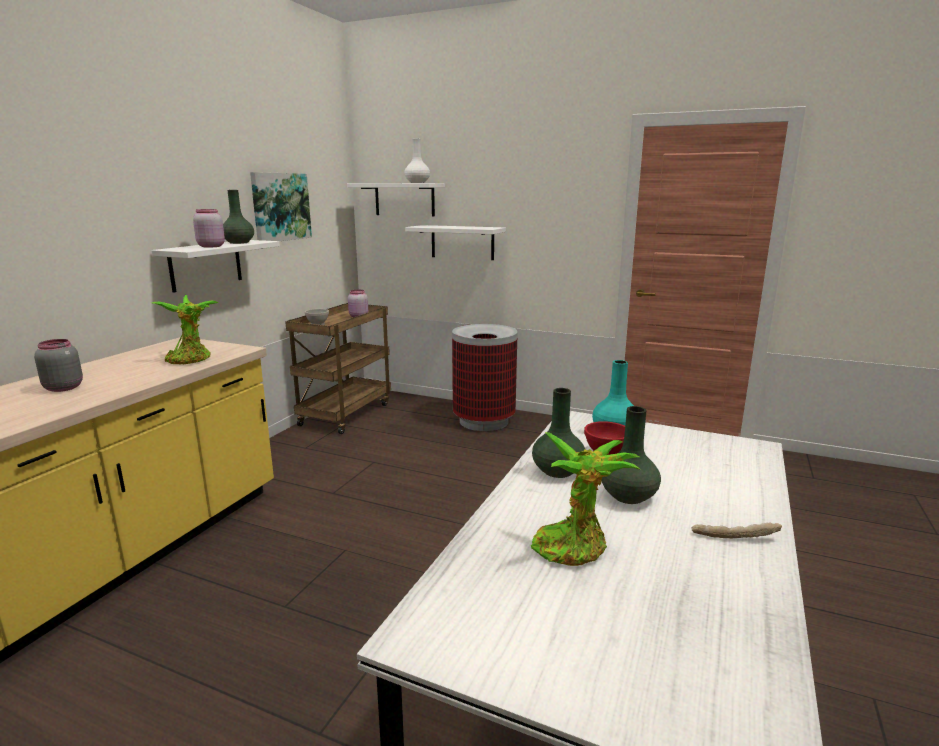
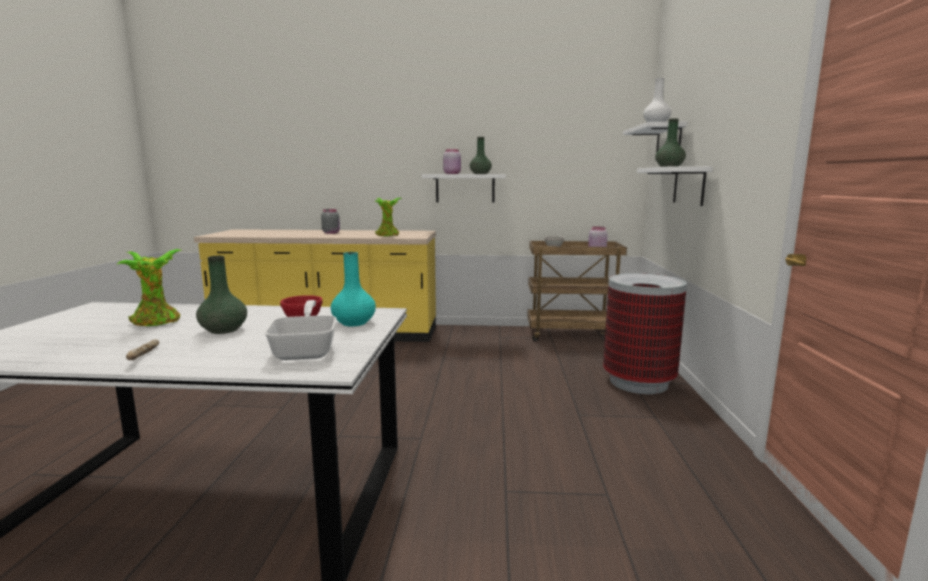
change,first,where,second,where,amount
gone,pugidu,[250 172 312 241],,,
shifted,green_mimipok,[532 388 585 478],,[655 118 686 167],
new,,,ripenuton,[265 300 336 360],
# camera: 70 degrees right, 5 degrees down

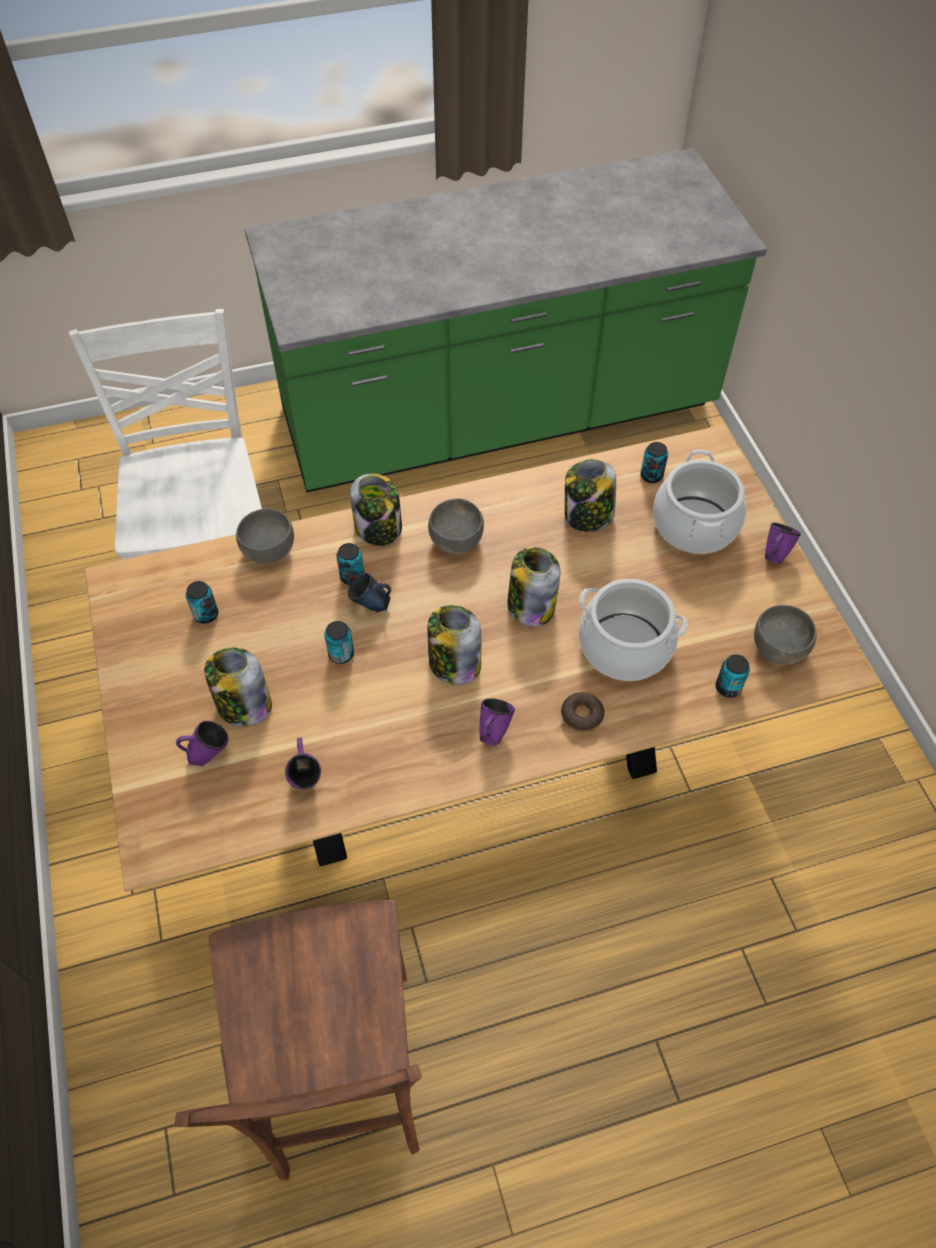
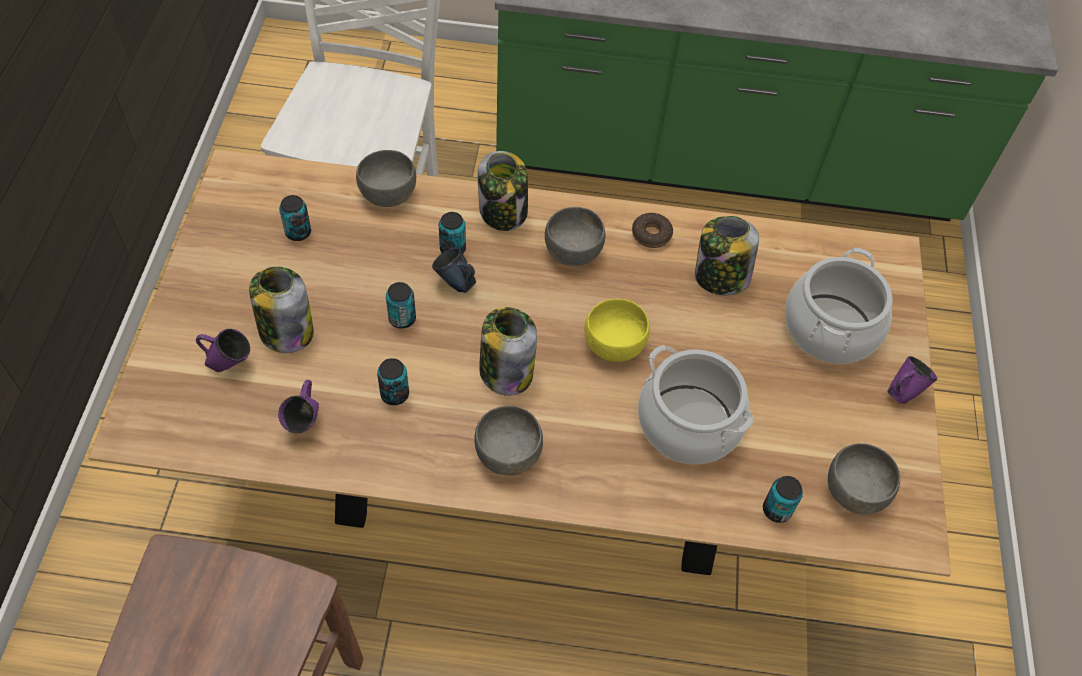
change,first,where,second,where,amount
shifted,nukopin,[640 442 668 483],,[377 358 409 405],
swapped,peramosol,[507 547 560 627],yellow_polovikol,[584 299 650 362],
shifted,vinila,[561 692 604 732],,[632 213 673 248],
swapped,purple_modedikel,[479 698 515 746],grey_polovikol,[474 406 543 476],
# camera: 20 degrees right, 0 degrees up

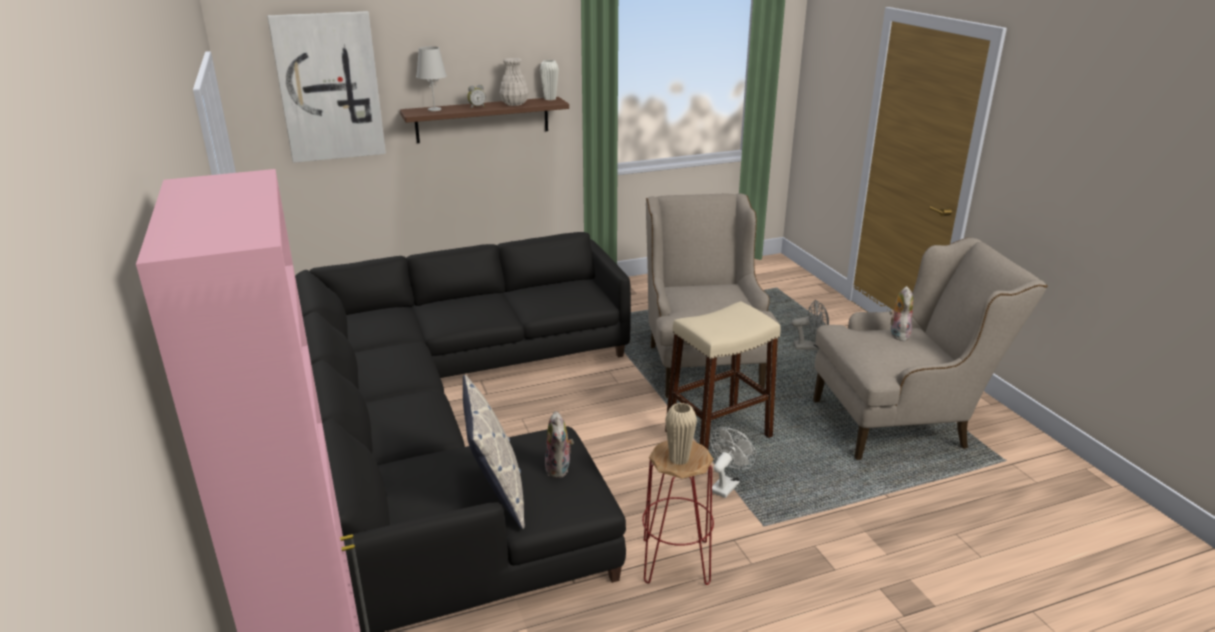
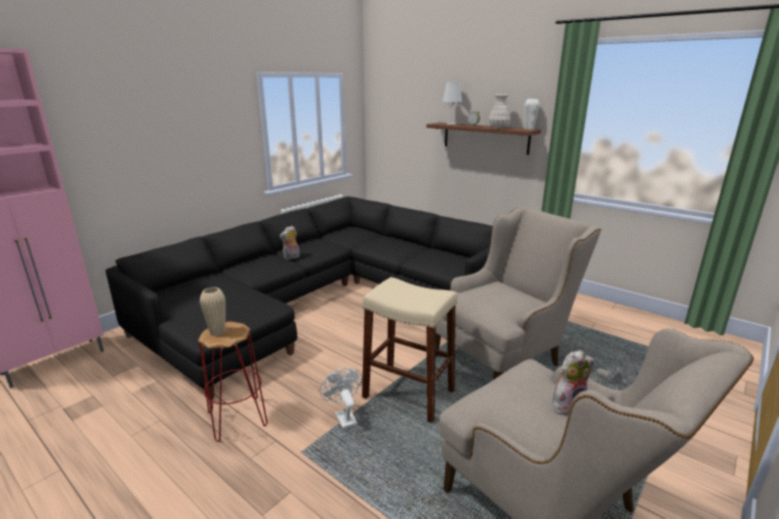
change,first,where,second,where,amount
gone,pugidu,[267 11 386 163],,,
gone,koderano,[463 375 525 529],,,
shifted,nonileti,[545 411 574 478],,[279 226 300 260],
rotated,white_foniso,[710 427 757 498],,[320 368 362 430],120 degrees counterclockwise
# camera: 60 degrees right, 5 degrees down

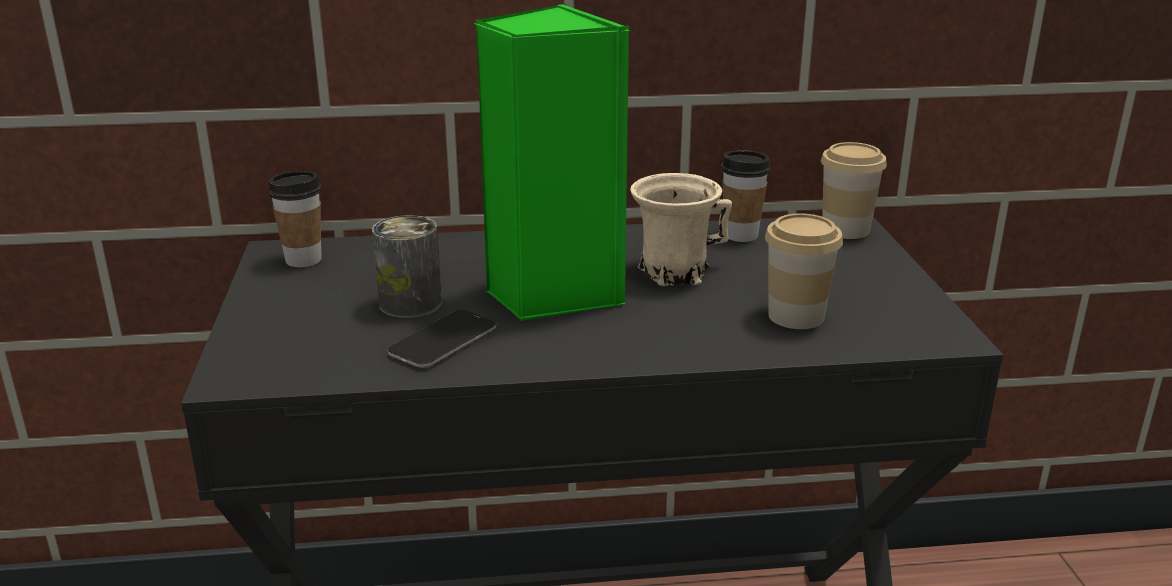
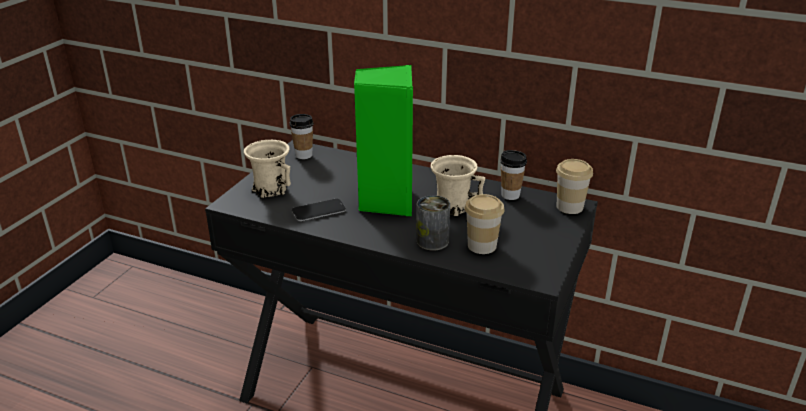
change,first,where,second,where,amount
shifted,nukopin,[372 215 442 318],,[416 195 450 251],
new,,,beige_modedikel,[244 140 291 198],
# camera: 30 degrees right, 5 degrees up

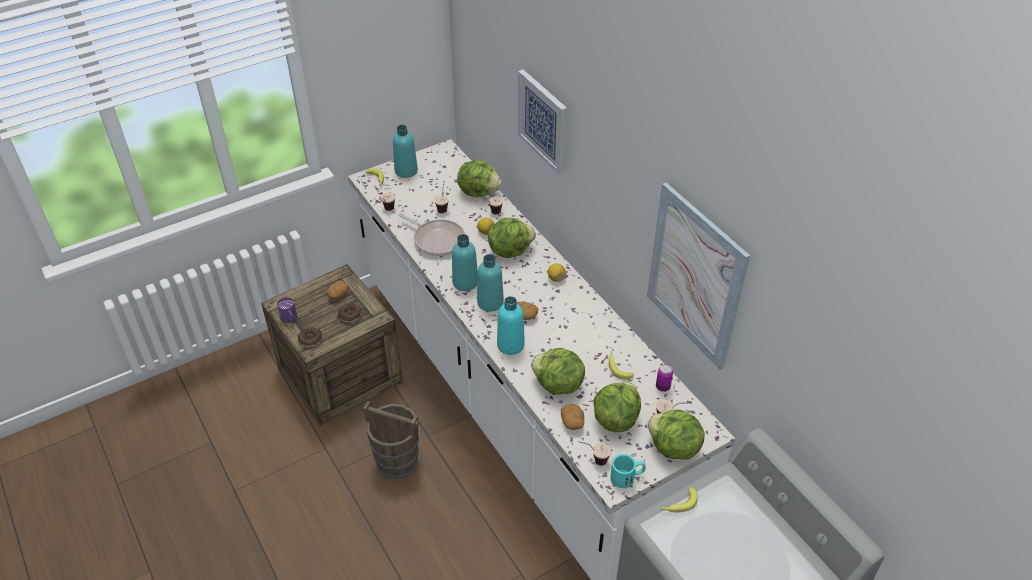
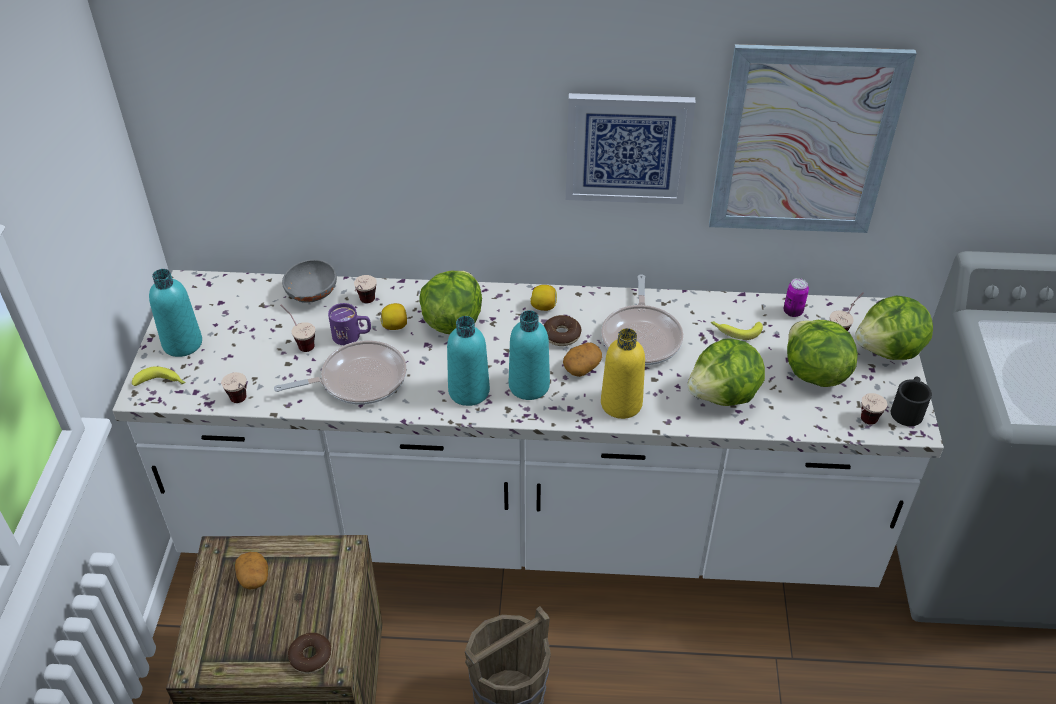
change,first,where,second,where,amount
shifted,pugidu,[518 69 567 175],,[566 93 696 204],
swapped,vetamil,[457 160 502 197],grey_polovikol,[282 260 337 303],
repainted,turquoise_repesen,[497 296 525 355],yellow_repesen,[601 328 645 419],
shifted,purple_modedikel,[277 297 297 323],,[328 303 371 345],
shifted,vinila,[338 303 362 322],,[543 315 581 346],
gone,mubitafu,[561 404 584 430],,,
repainted,turquoise_modedikel,[610 454 646 488],black_modedikel,[891 376 932 426],
gone,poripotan,[661 487 698 512],,,
new,,,ripenuton,[601 274 683 365],
# camera: 55 degrees left, 0 degrees up

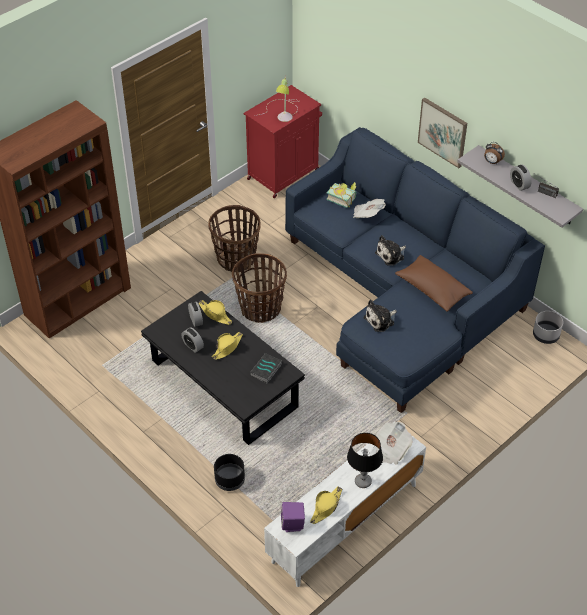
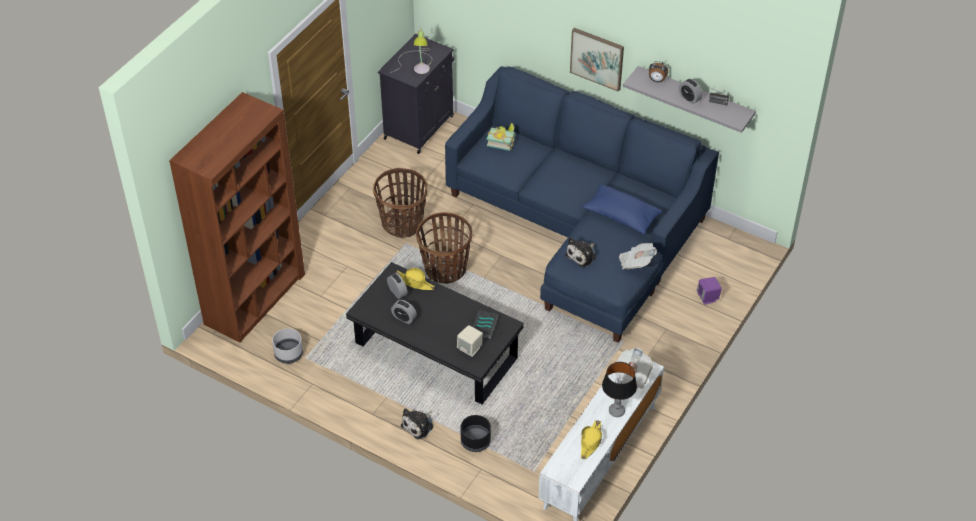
change,first,where,second,where,amount
repainted,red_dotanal,[244 85 322 198],black_dotanal,[378 34 455 154],
shifted,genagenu,[353 199 386 218],,[619 243 657 269],
shifted,nonileti,[375 235 406 266],,[401 408 433 439],
repainted,brown_koderano,[395 255 473 311],blue_koderano,[582 184 663 234],
shifted,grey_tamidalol,[533 311 563 344],,[272 328 303 364],
gone,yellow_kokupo,[212 332 243 360],,,
shifted,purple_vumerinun,[281 502 305 532],,[696 277 722 305],
new,,,beige_vumerinun,[457 325 483 357],
# camera: 15 degrees left, 0 degrees up

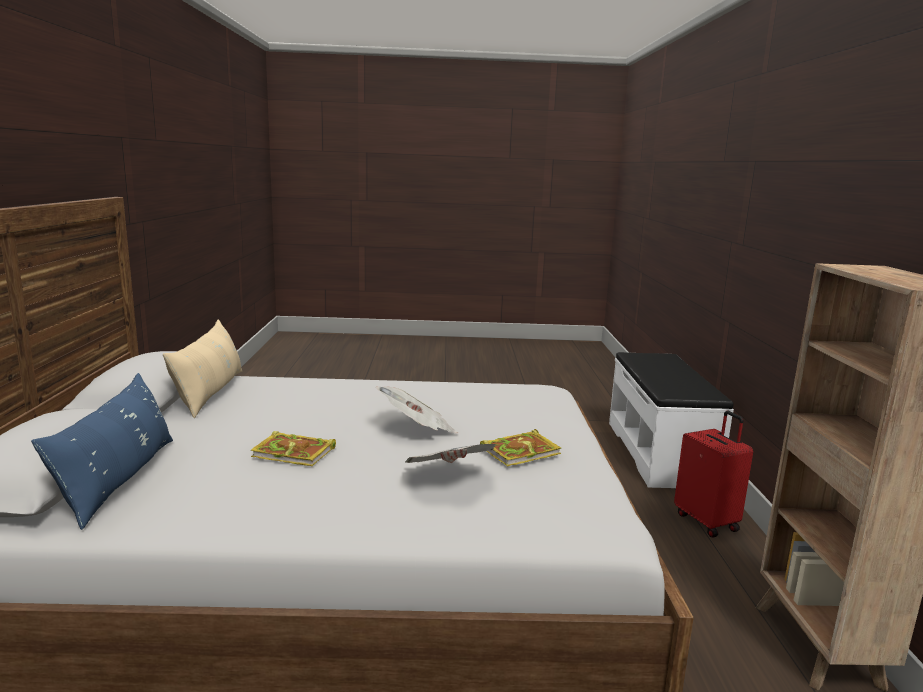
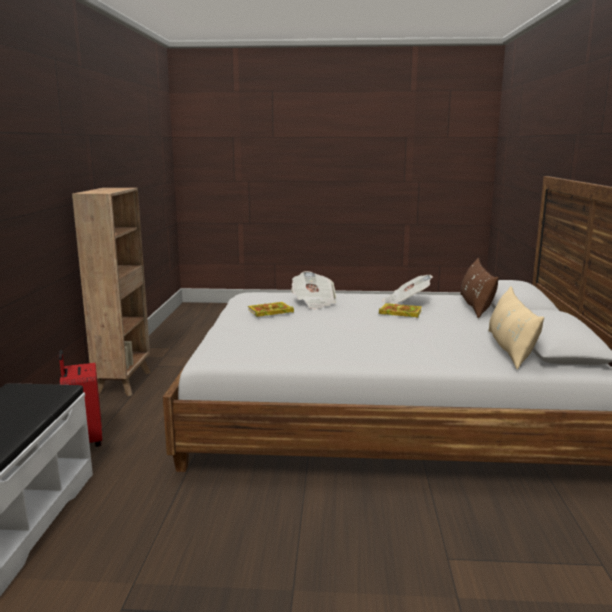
change,first,where,second,where,amount
repainted,blue_koderano,[31 373 173 530],brown_koderano,[461 258 499 319],
shifted,genagenu,[376 386 458 433],,[382 275 433 304],
# camera: 175 degrees left, 0 degrees up

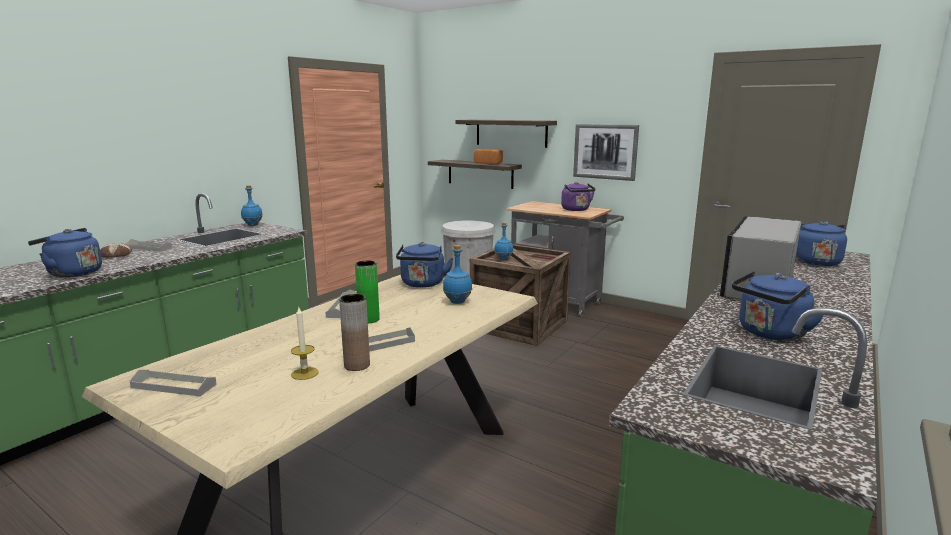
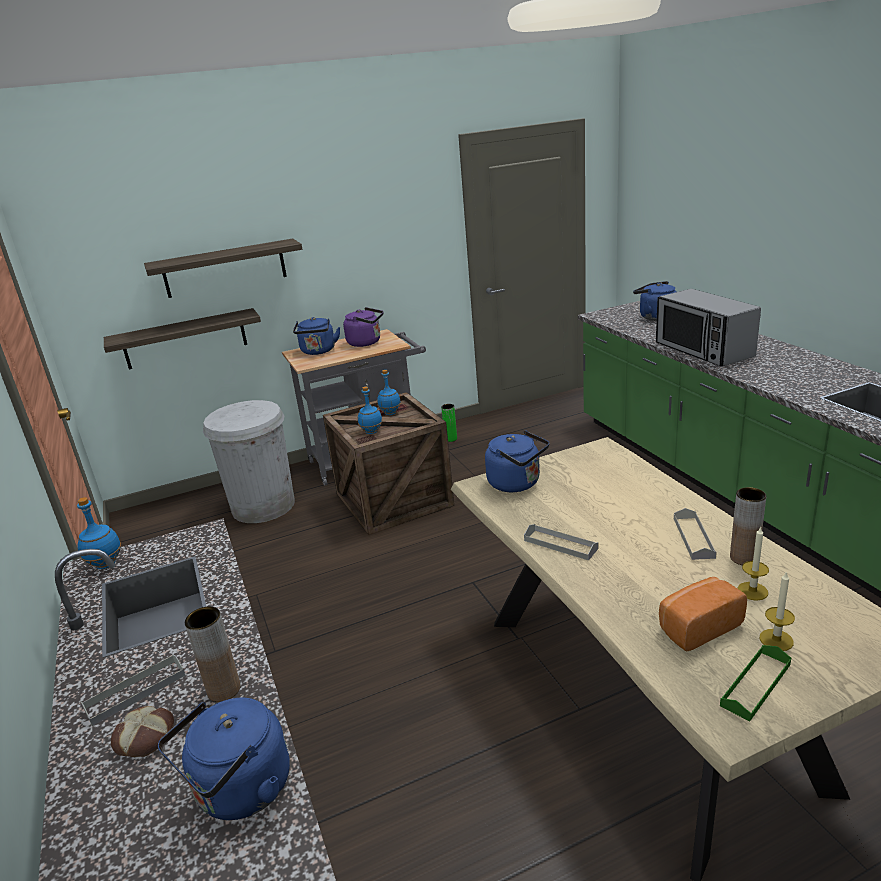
change,first,where,second,where,amount
gone,pugidu,[573 124 639 181],,,
shifted,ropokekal,[474 149 503 164],,[659 577 747 652],
shifted,blue_repesen,[443 245 472 304],,[377 370 401 415],
shifted,green_mimipok,[355 260 380 323],,[441 404 457 442],
shifted,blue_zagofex,[732 271 823 341],,[293 317 340 355],
repainted,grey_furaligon,[130 370 217 396],green_furaligon,[720 645 791 721],
new,,,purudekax,[760 571 795 651],
new,,,brown_mimipok,[185 607 241 702],
# camera: 55 degrees left, 10 degrees up

